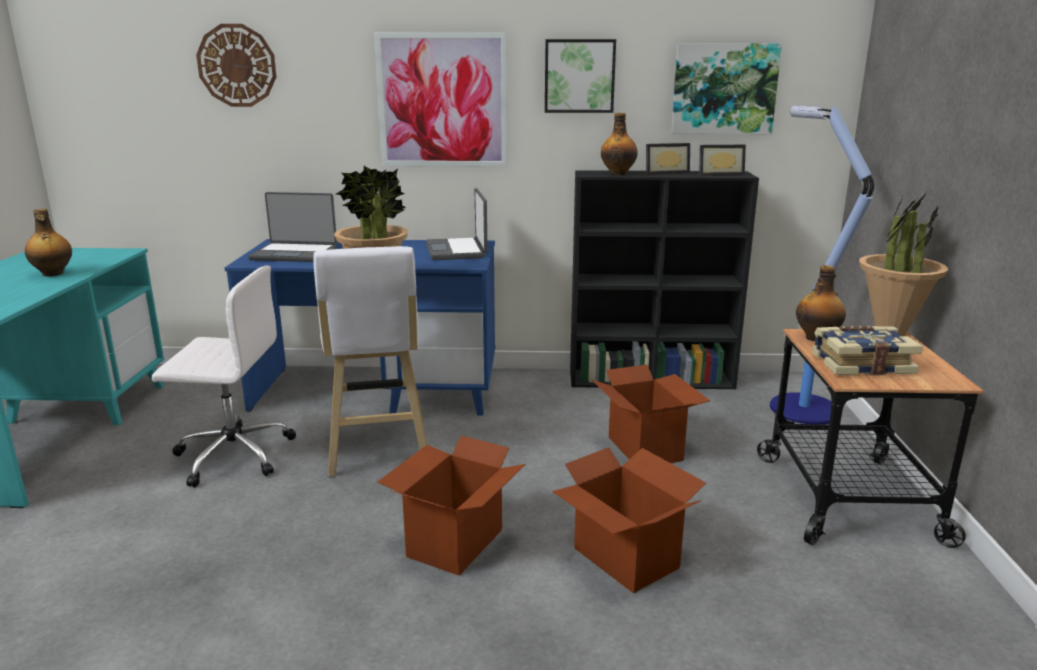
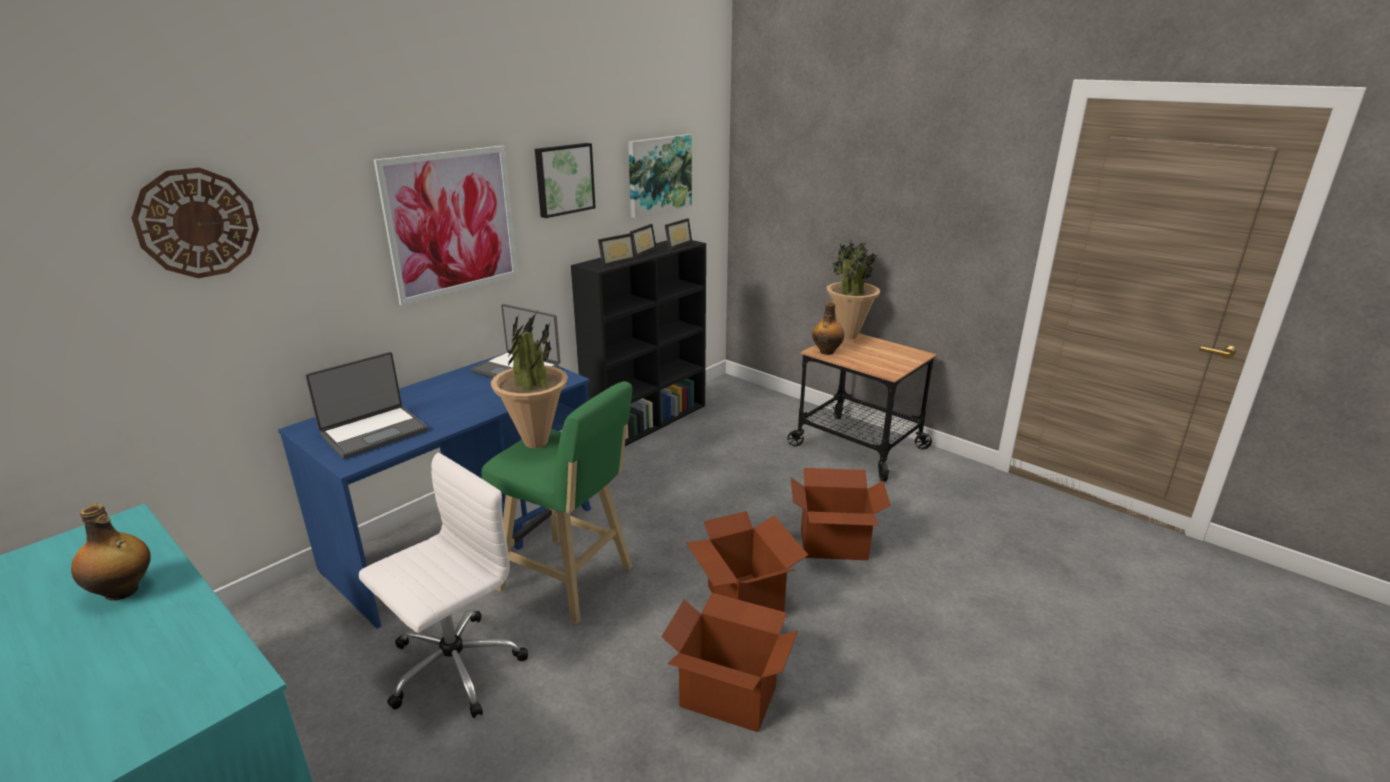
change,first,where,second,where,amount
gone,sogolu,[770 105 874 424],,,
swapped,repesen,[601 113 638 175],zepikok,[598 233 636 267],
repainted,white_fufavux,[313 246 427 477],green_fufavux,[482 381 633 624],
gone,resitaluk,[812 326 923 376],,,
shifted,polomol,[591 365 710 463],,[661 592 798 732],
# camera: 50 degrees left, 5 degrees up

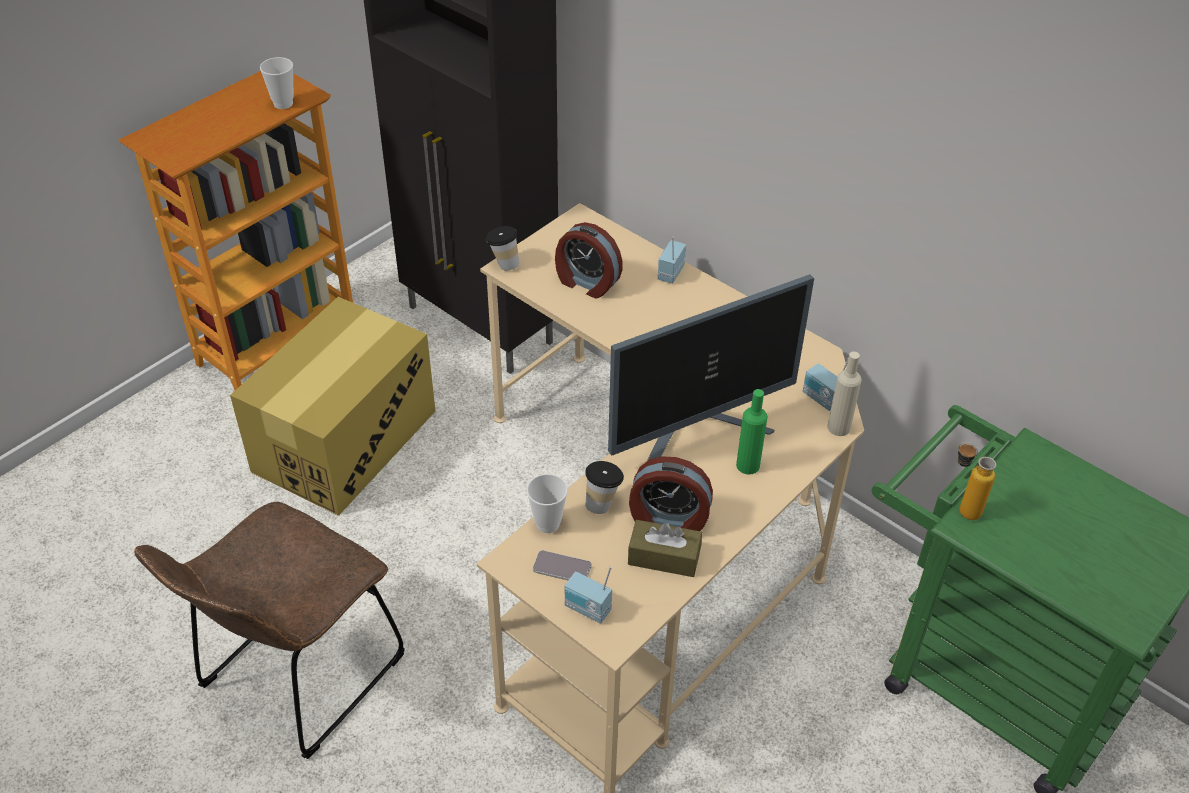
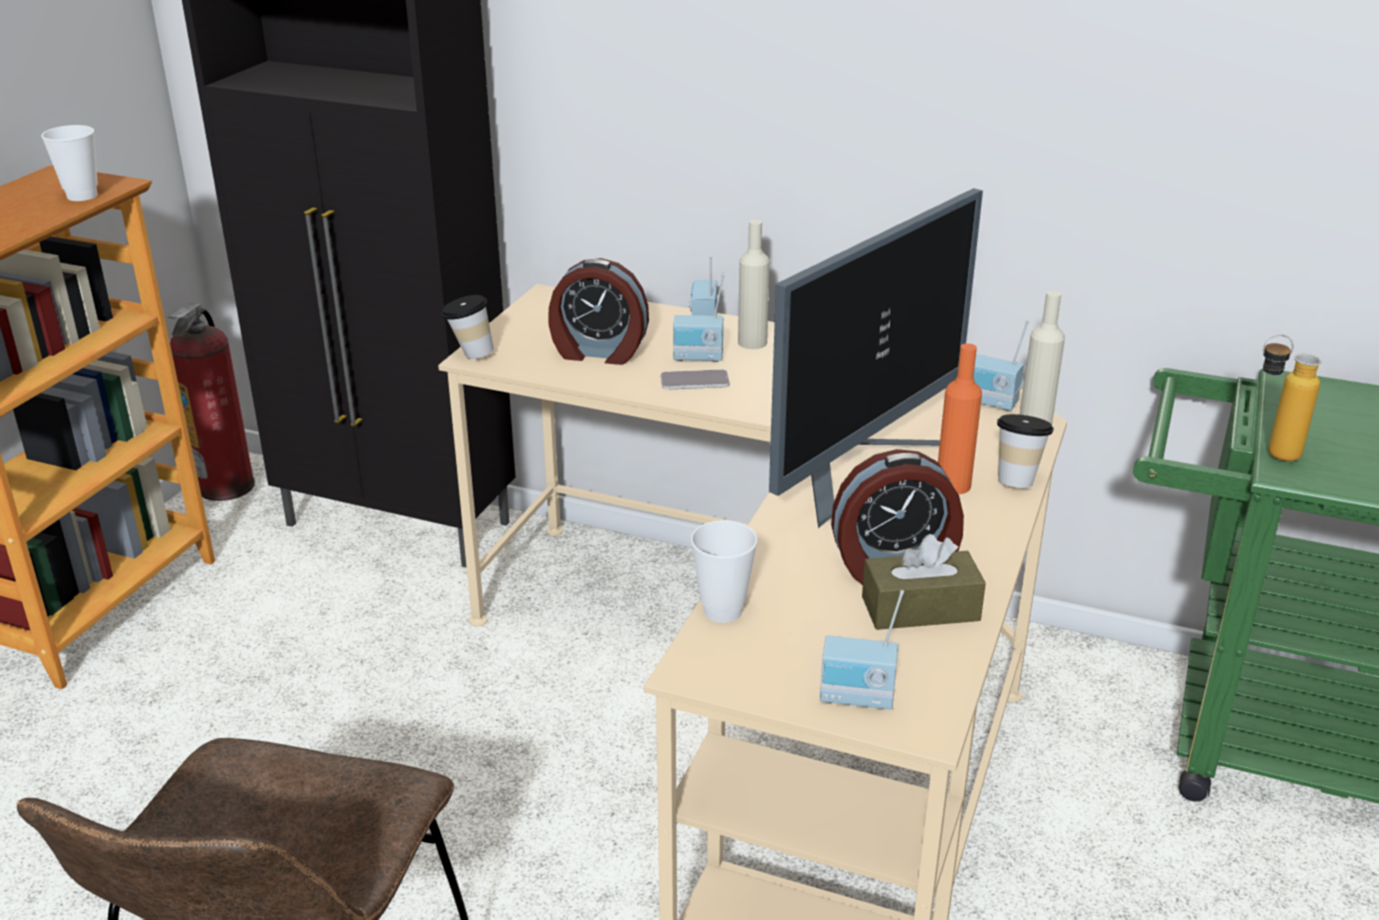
change,first,where,second,where,amount
gone,polomol,[230 297 435 516],,,
repainted,green_repesen,[736 389 768 475],orange_repesen,[938 343 982 494],
shifted,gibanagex,[585 461 624 514],,[997 414 1054 488],
shifted,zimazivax,[533 550 592 580],,[661 369 730 390],
new,,,beige_repesen,[738 220 770 349],
new,,,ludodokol,[673 275 724 362],
new,,,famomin,[168 304 255 501],
# camera: 20 degrees left, 15 degrees down

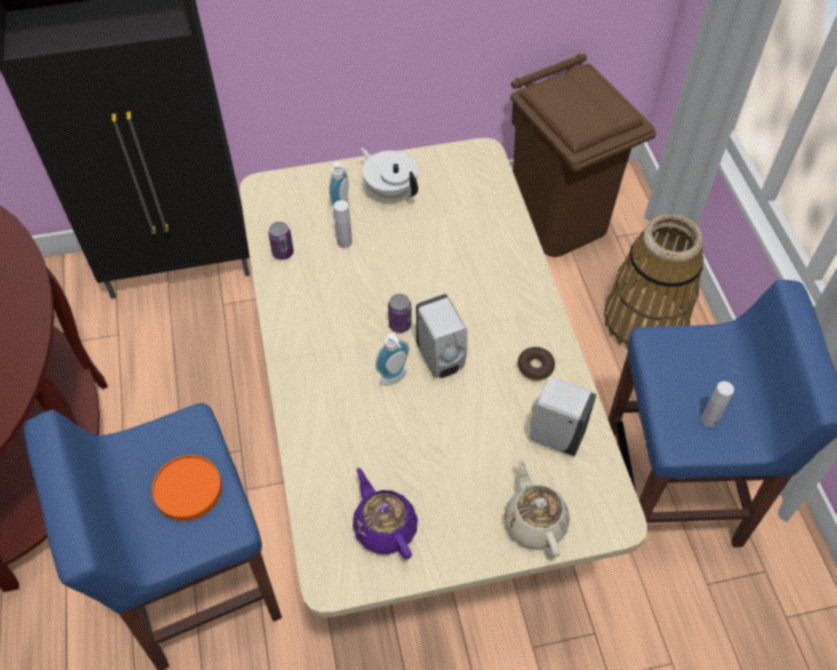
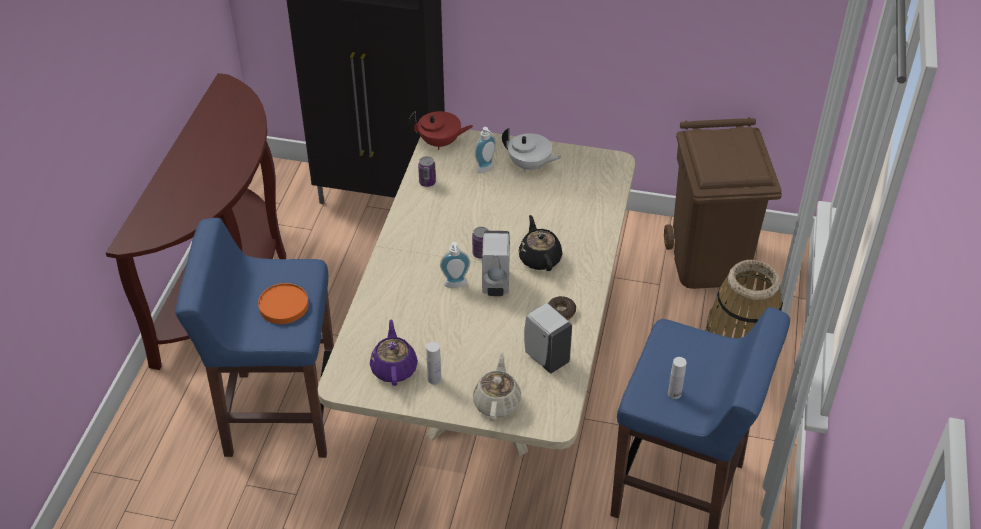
change,first,where,second,where,amount
rotated,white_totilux,[361 148 418 198],,[502 128 562 172],135 degrees clockwise
shifted,white_repesen,[334 200 352 248],,[426 342 441 385],
new,,,red_totilux,[409 111 473 150],
new,,,black_totilux,[519 215 562 271],
# camera: 25 degrees right, 10 degrees down

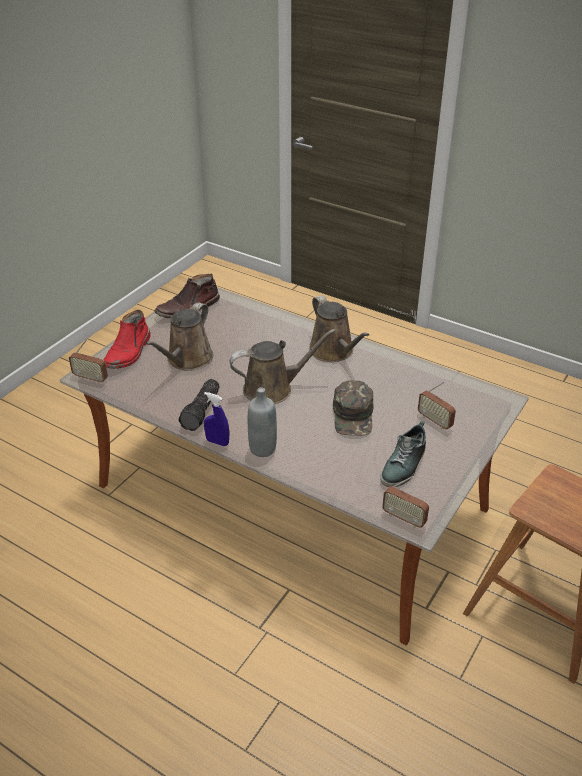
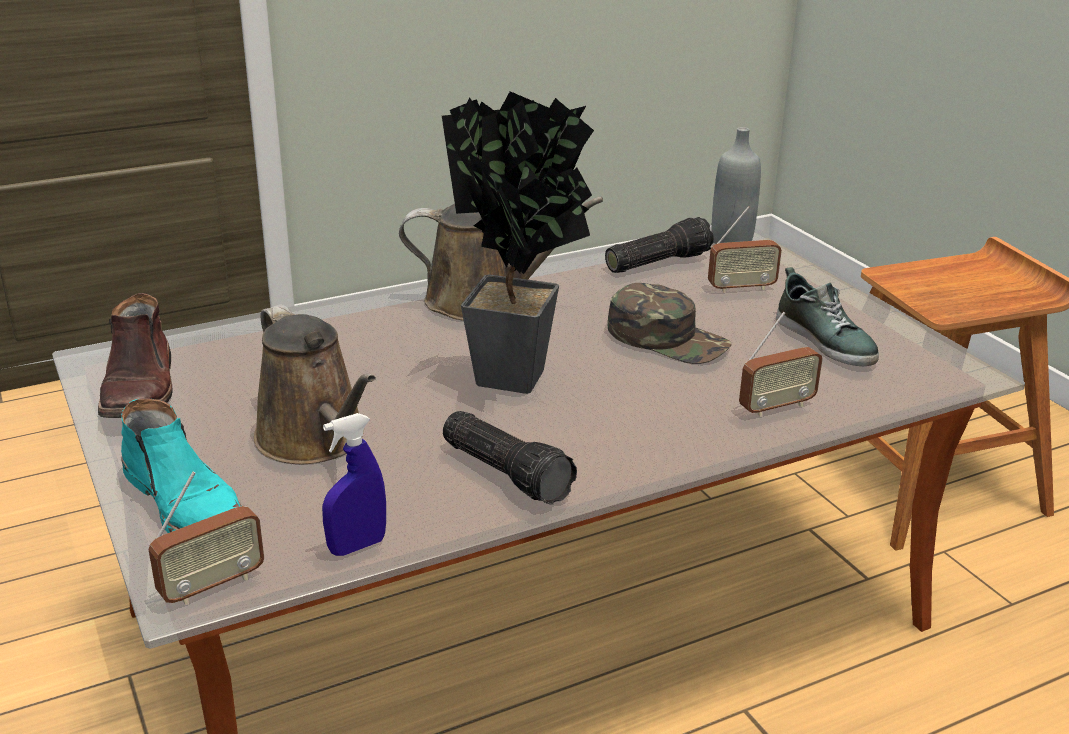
change,first,where,second,where,amount
repainted,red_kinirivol,[104 310 151 369],turquoise_kinirivol,[121 399 241 533],
swapped,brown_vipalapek,[230 329 335 404],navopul,[442 91 594 394],
shifted,grey_repesen,[248 387 277 457],,[711 127 761 244],
shifted,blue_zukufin,[204 392 229 446],,[322 413 386 556],
shifted,ludodokol,[382 476 429 528],,[739 312 822 417],
new,,,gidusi,[605 217 714 273],
# camera: 60 degrees left, 10 degrees down

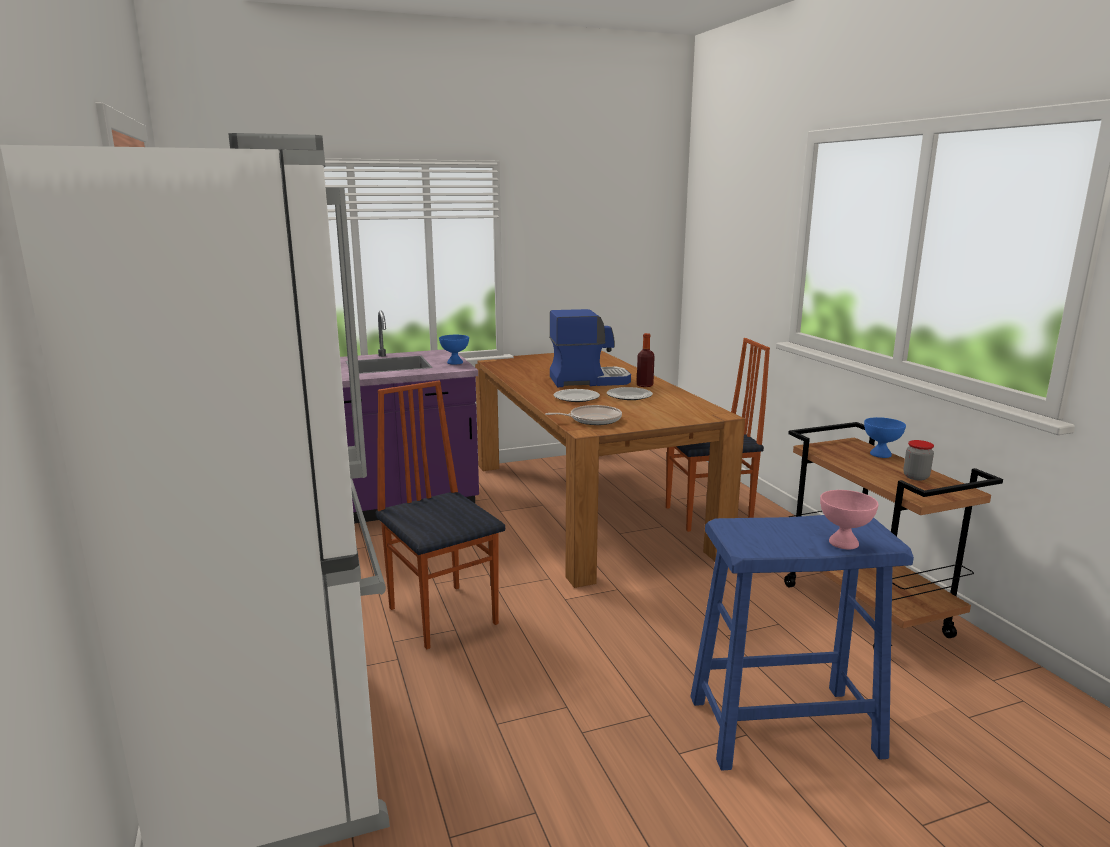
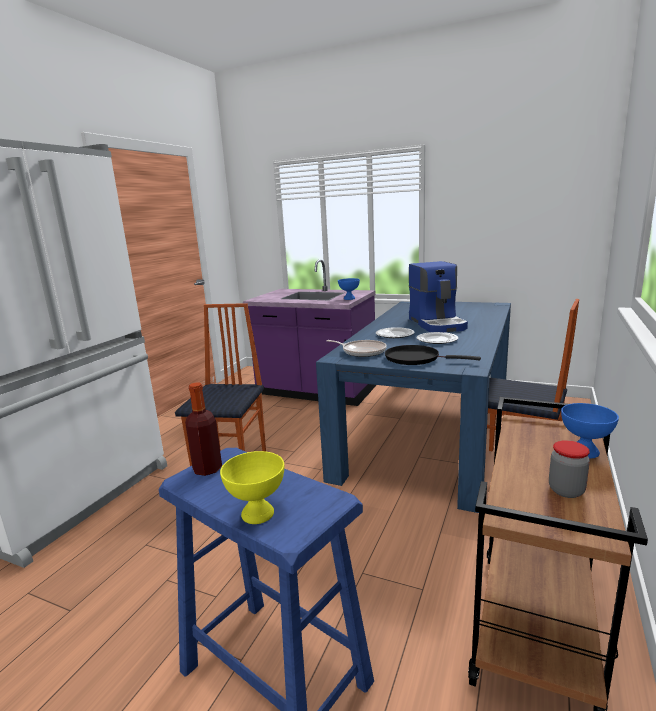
change,first,where,second,where,amount
rotated,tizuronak,[549 309 631 387],,[408 261 468 333],45 degrees clockwise
shifted,repesen,[637 333 655 387],,[185 382 222 476],
repainted,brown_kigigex,[475 350 745 588],blue_kigigex,[316 302 511 513],
repainted,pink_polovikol,[820 490 878 549],yellow_polovikol,[220 451 285 524],
new,,,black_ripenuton,[385 345 481 365],
# camera: 45 degrees right, 0 degrees up

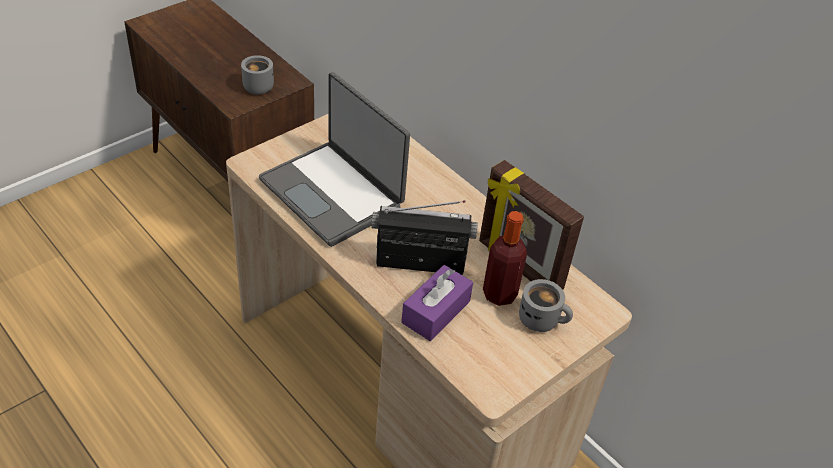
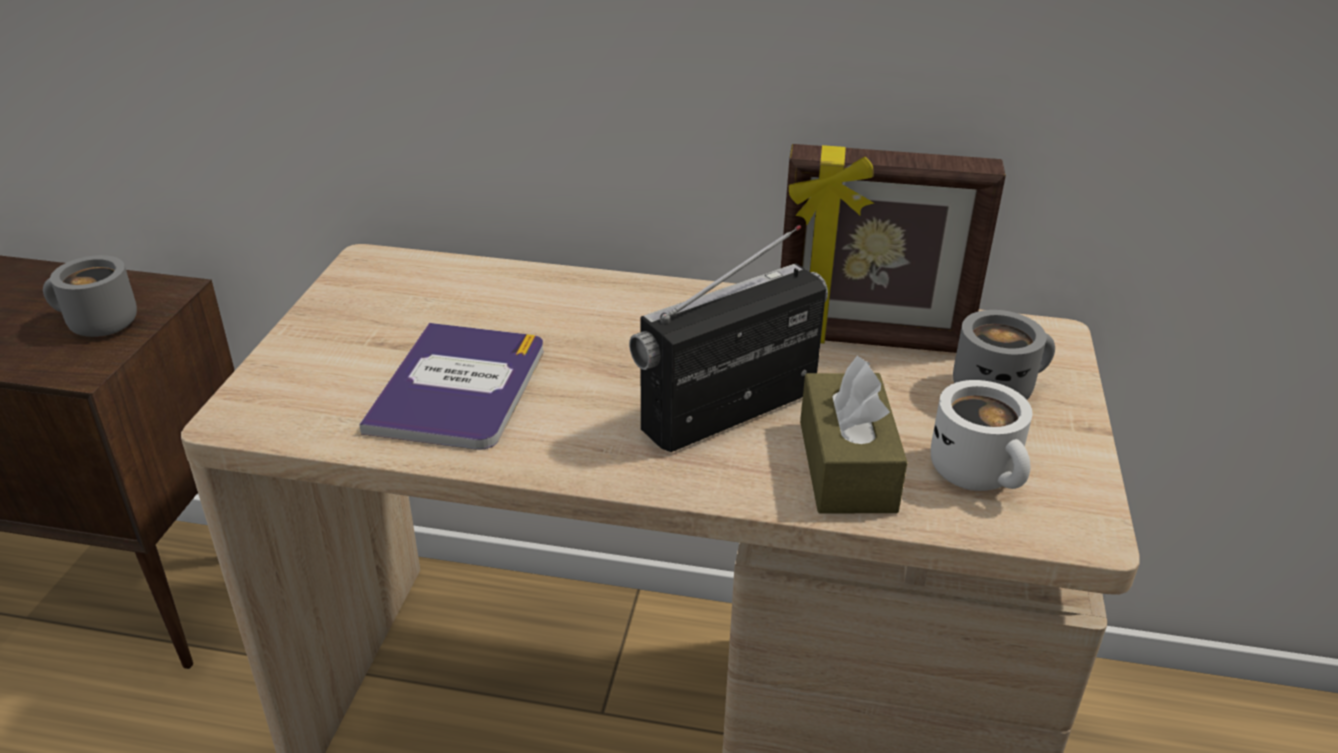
change,first,where,second,where,amount
swapped,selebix,[259 72 410 247],resitaluk,[359 323 543 450],
gone,repesen,[483 211 527 306],,,
repainted,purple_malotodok,[401 265 473 341],brown_malotodok,[800 356 908 514],
new,,,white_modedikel,[930 380 1033 491],
# camera: 35 degrees left, 10 degrees down

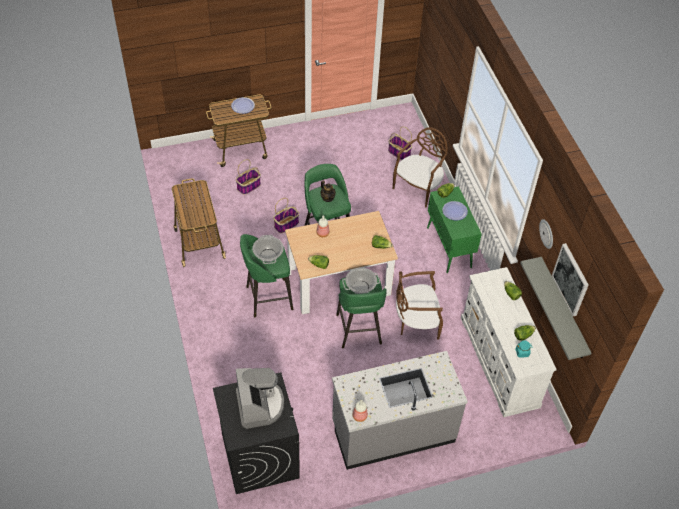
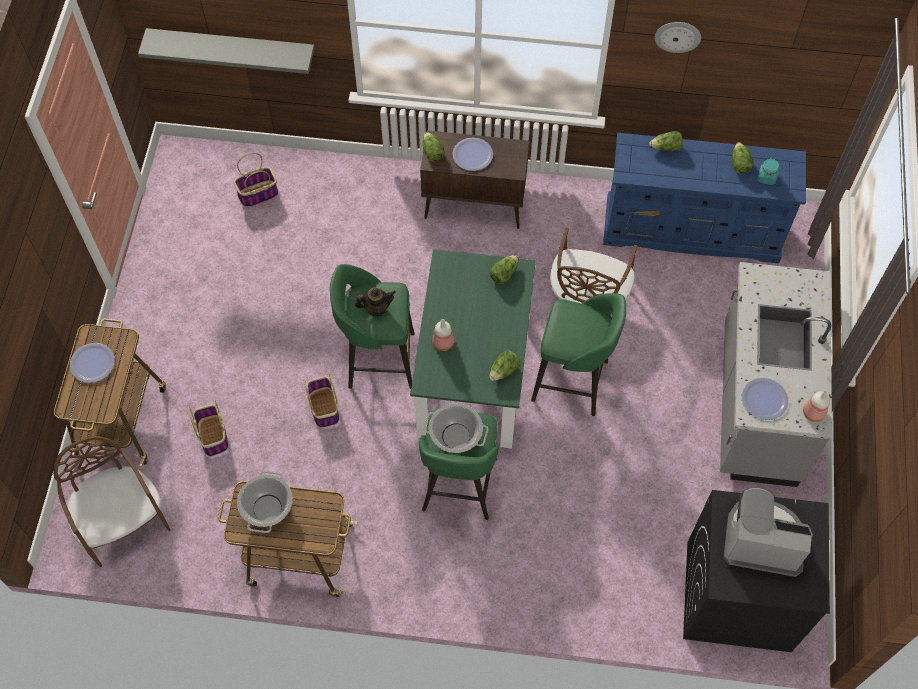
change,first,where,second,where,amount
shifted,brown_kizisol,[393 128 448 207],,[53 436 171 567],
repainted,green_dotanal,[427 186 482 273],brown_dotanal,[420 130 529 229],
repainted,beige_kigigex,[285 211 398 315],green_kigigex,[410 249 536 449],
gone,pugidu,[552 243 588 316],,,
shifted,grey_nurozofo,[520 257 591 360],,[138 28 314 74],
shifted,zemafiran,[342 267 380 294],,[237 471 293 533],
repainted,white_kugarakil,[461 267 557 417],blue_kugarakil,[603 133 806 264],
new,,,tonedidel,[742 378 788 420],
# camera: 65 degrees left, 10 degrees up

